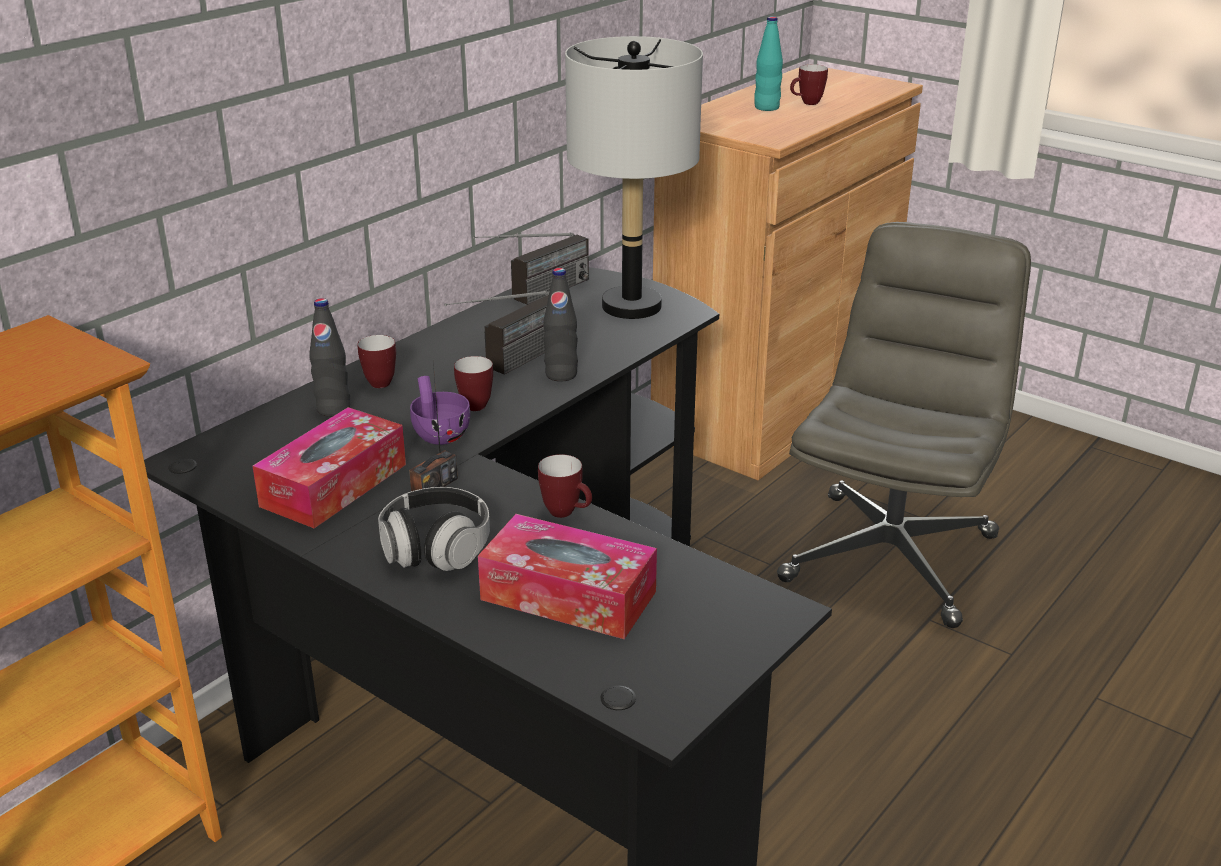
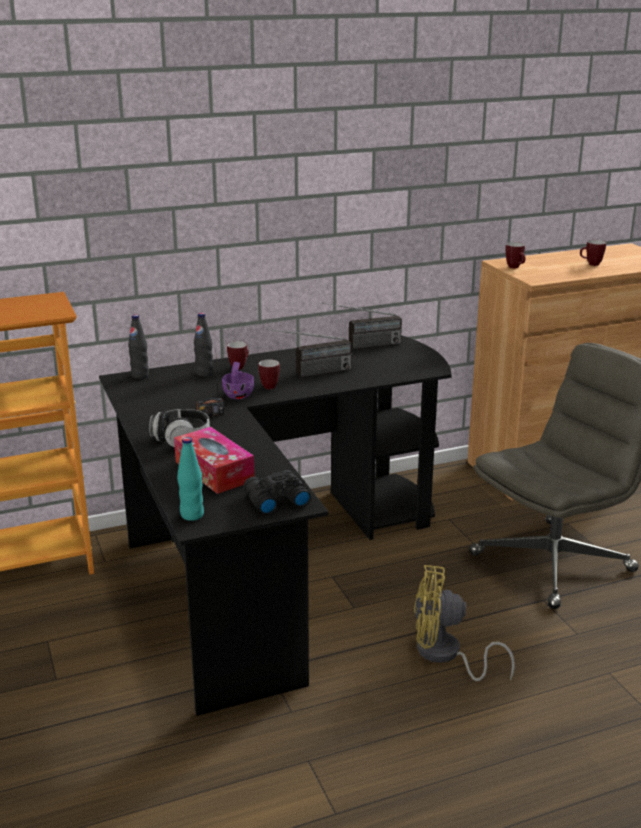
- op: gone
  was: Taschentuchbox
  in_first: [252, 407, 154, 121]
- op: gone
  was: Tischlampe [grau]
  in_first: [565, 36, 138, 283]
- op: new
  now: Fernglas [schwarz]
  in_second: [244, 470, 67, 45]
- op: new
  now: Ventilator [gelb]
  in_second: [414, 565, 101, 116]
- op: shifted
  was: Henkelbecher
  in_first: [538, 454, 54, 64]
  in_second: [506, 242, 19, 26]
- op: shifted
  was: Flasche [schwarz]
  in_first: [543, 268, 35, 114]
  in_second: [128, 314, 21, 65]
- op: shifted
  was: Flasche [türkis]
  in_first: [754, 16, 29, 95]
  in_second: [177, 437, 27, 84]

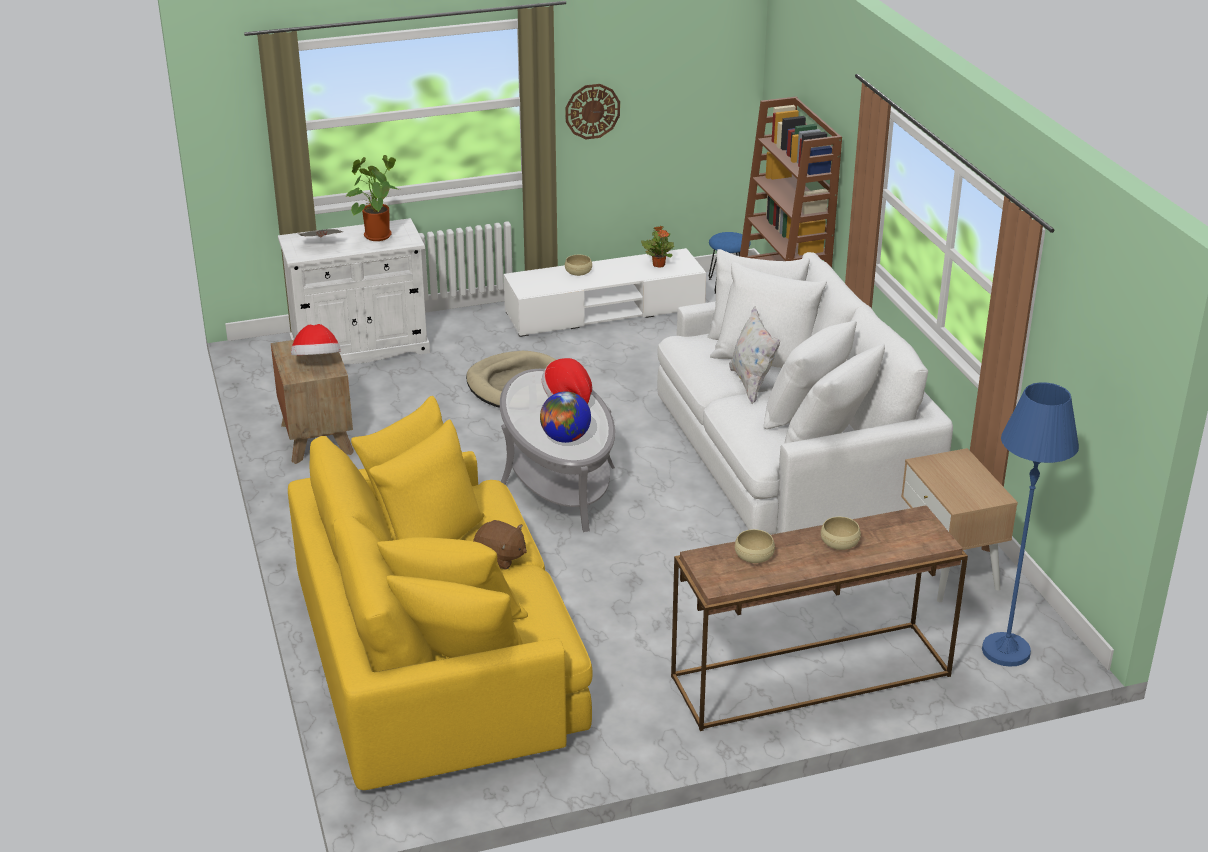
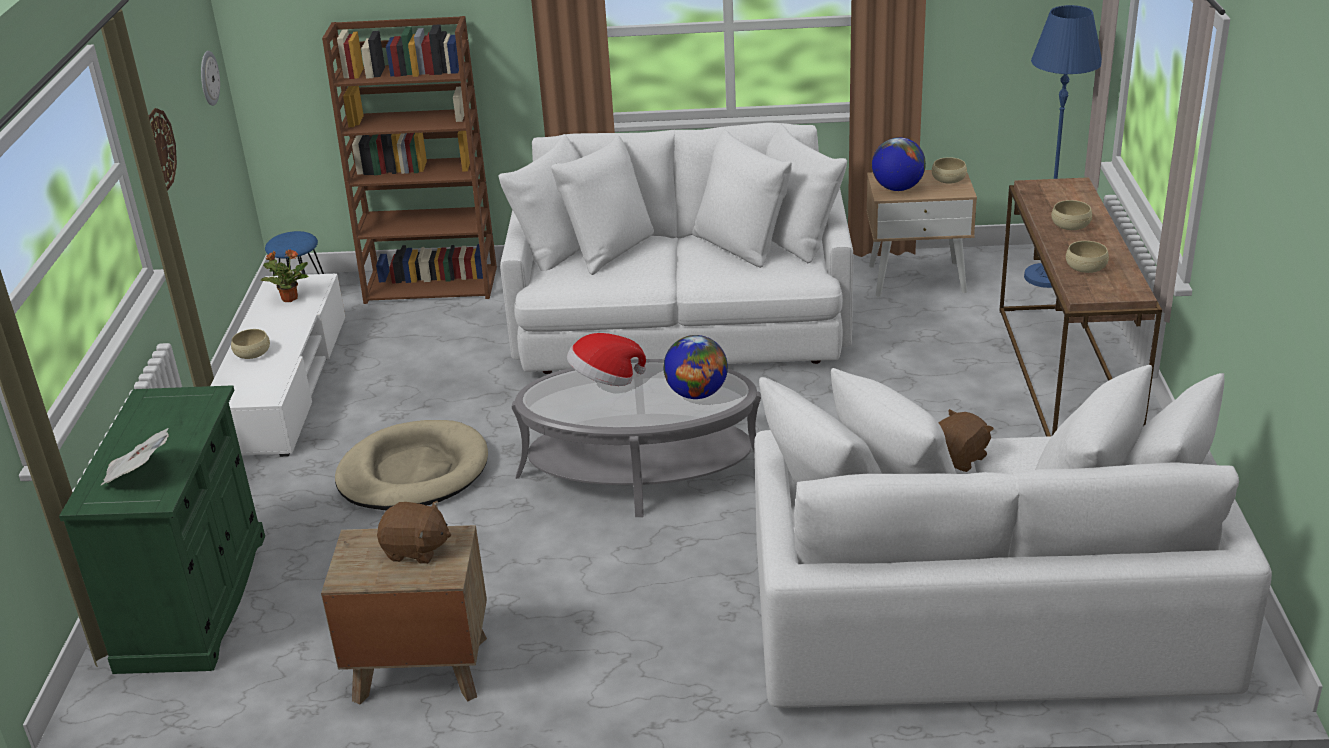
- op: gone
  was: Topfpflanze
  in_first: [345, 155, 55, 86]
- op: gone
  was: Kissen [weiß]
  in_first: [729, 306, 51, 98]
- op: new
  now: Wanduhr
  in_second: [201, 51, 19, 55]
- op: new
  now: Globus
  in_second: [872, 137, 54, 54]
- op: new
  now: Schüssel [beige]
  in_second: [932, 157, 35, 27]
- op: swapped
  was: Hut
  now: Plüschtier [braun]
  in_first: [291, 324, 50, 31]
  in_second: [377, 501, 74, 63]
- op: repainted
  was: Schrank [weiß]
  now: Schrank [grün]
  in_first: [278, 218, 152, 147]
  in_second: [59, 385, 206, 289]
- op: repainted
  was: Sofa [gelb]
  now: Sofa [weiß]
  in_first: [288, 396, 305, 394]
  in_second: [754, 365, 518, 343]

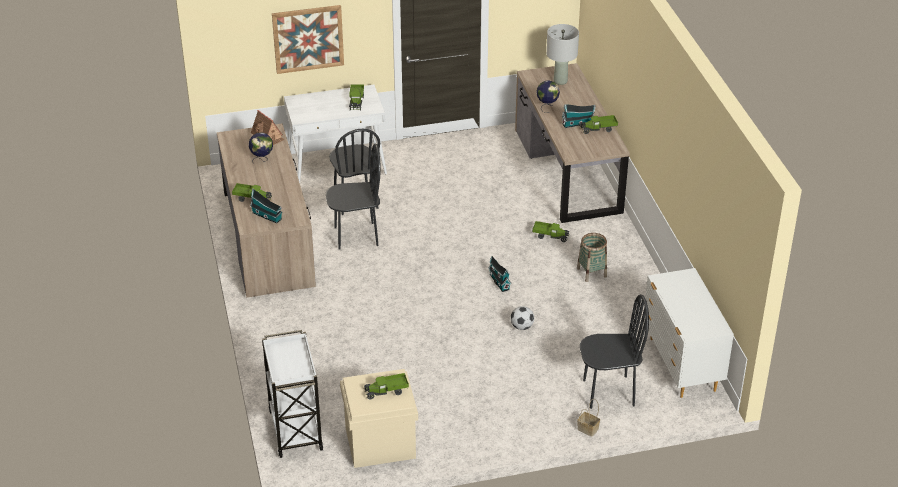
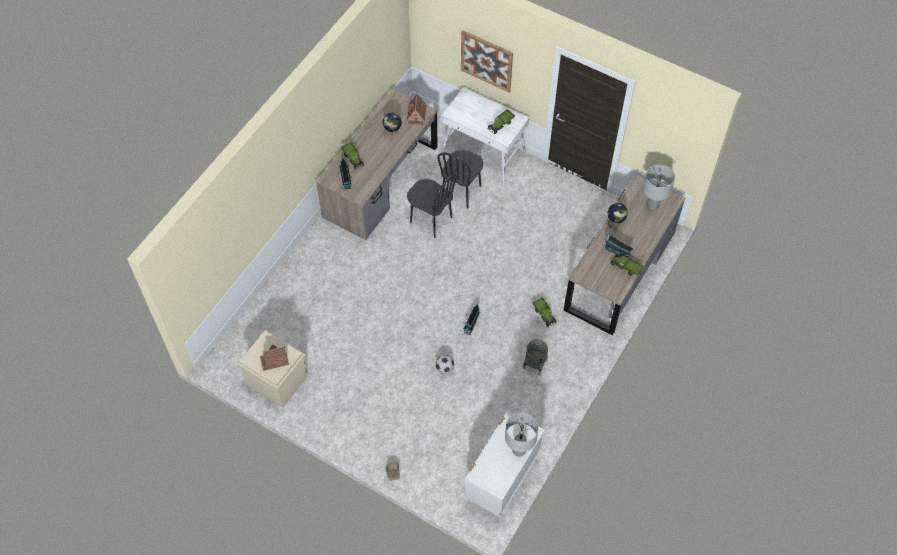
- op: gone
  was: Rollwagen [weiß]
  in_first: [262, 330, 61, 128]
- op: gone
  was: Stuhl [schwarz]
  in_first: [580, 294, 69, 115]
- op: new
  now: Tischlampe [grau]
  in_second: [505, 412, 33, 45]
- op: swapped
  was: Spielzeuglaster
  now: Spielzeughaus
  in_first: [364, 373, 45, 27]
  in_second: [260, 344, 29, 27]

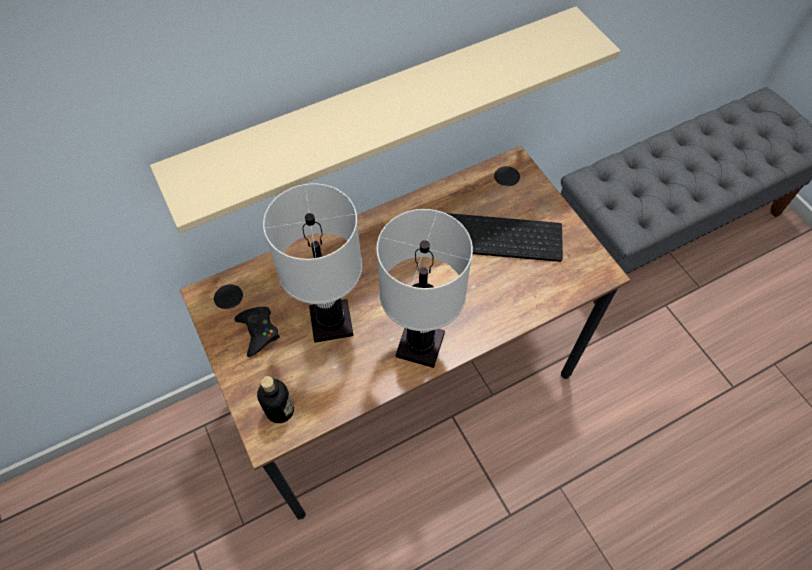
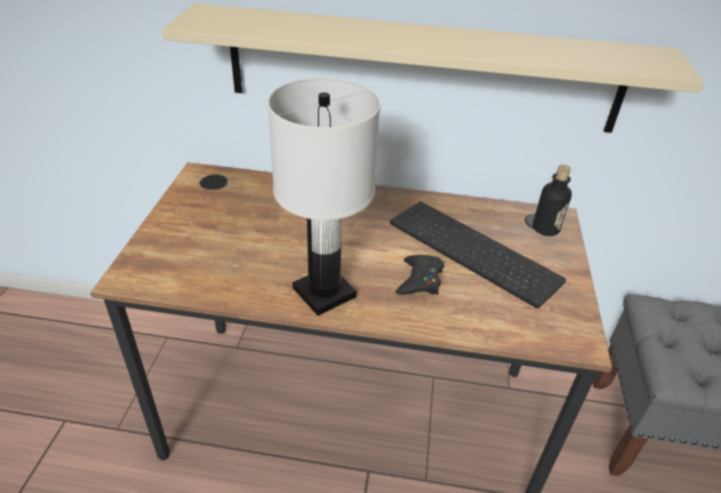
- op: gone
  was: Tischlampe [weiß]
  in_first: [263, 183, 99, 160]
- op: shifted
  was: Gamepad [schwarz]
  in_first: [234, 307, 46, 50]
  in_second: [396, 255, 48, 40]
- op: shifted
  was: Flasche
  in_first: [257, 376, 37, 47]
  in_second: [533, 165, 39, 71]

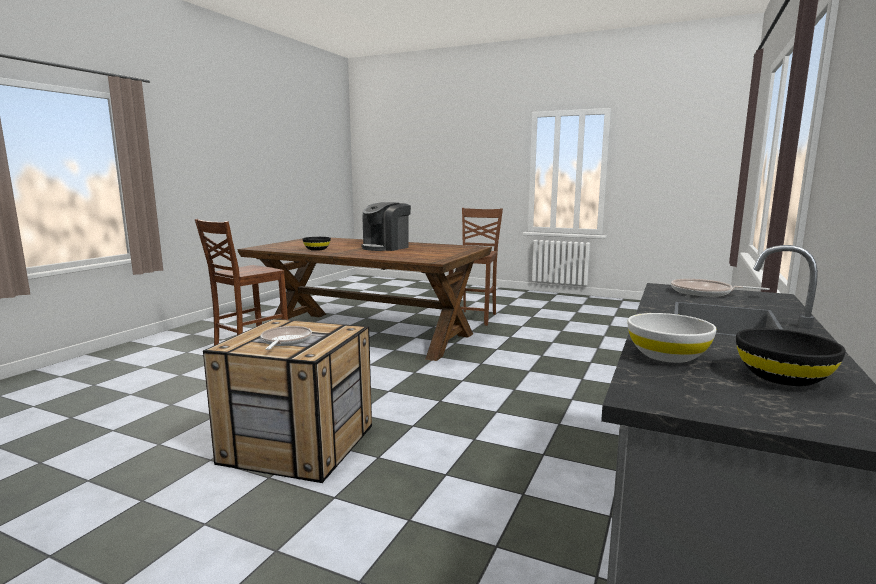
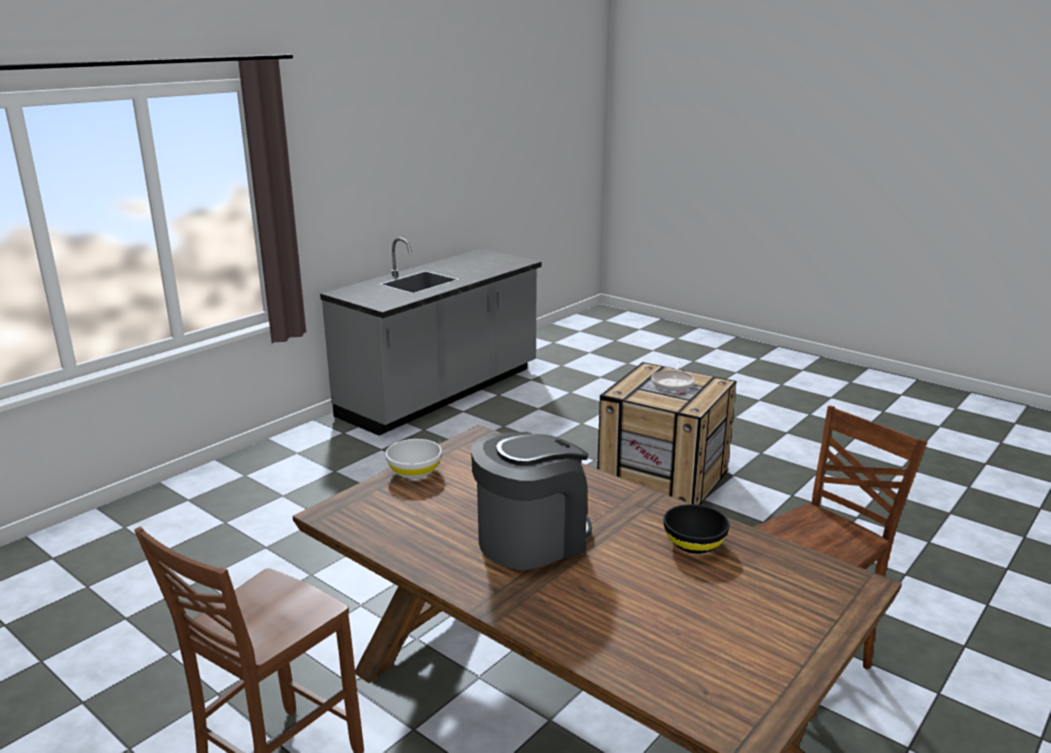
- op: gone
  was: Pfanne
  in_first: [671, 279, 99, 18]
- op: gone
  was: Schüssel [schwarz]
  in_first: [736, 328, 110, 58]
- op: shifted
  was: Schüssel [weiß]
  in_first: [628, 313, 89, 50]
  in_second: [385, 439, 57, 40]

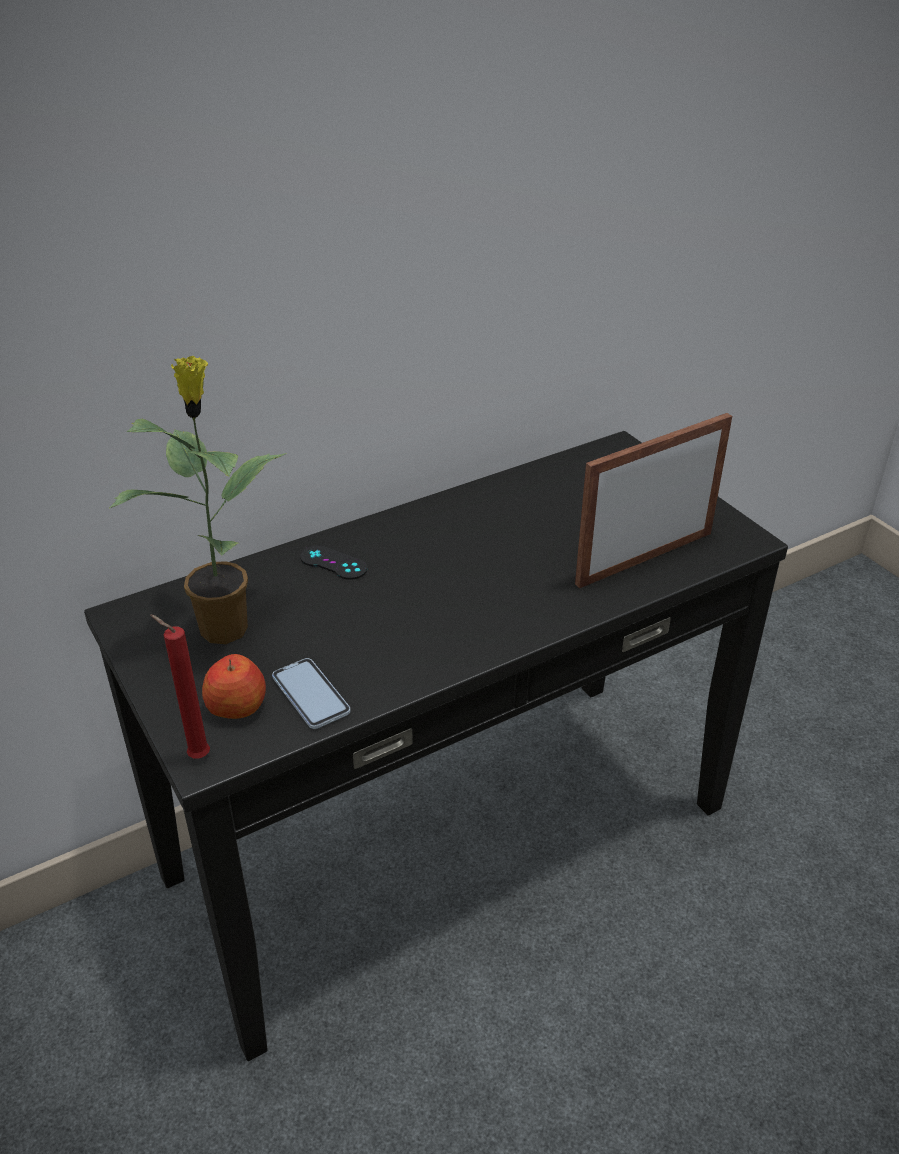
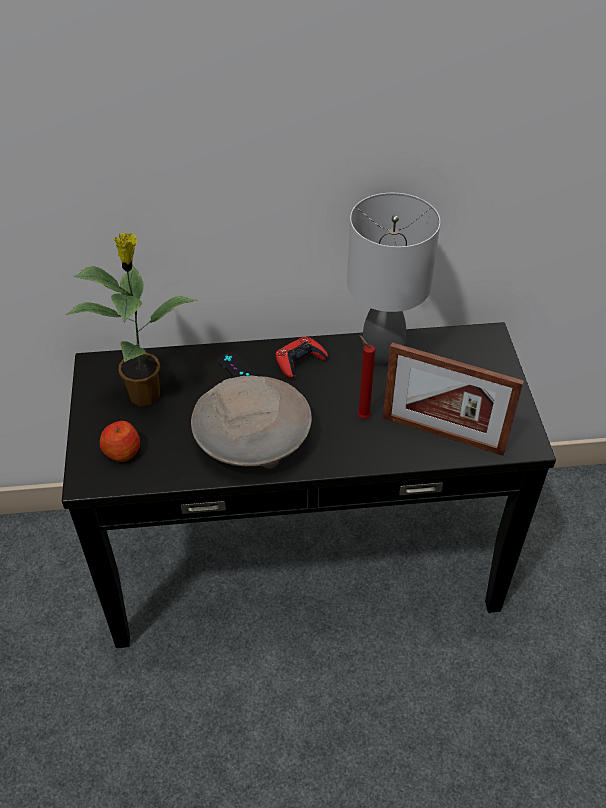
- op: gone
  was: Handy
  in_first: [272, 658, 79, 71]
- op: new
  now: Schüssel [beige]
  in_second: [191, 376, 121, 93]
- op: new
  now: Gamepad [rot]
  in_second: [275, 337, 53, 42]
- op: new
  now: Tischlampe [grau]
  in_second: [347, 193, 93, 173]
- op: shifted
  was: Kerze [rot]
  in_first: [150, 615, 60, 143]
  in_second: [358, 335, 17, 84]
- op: rotated
  was: Bilderrahmen
  in_first: [575, 413, 157, 175]
  in_second: [383, 342, 141, 114]
  clockwise: -150

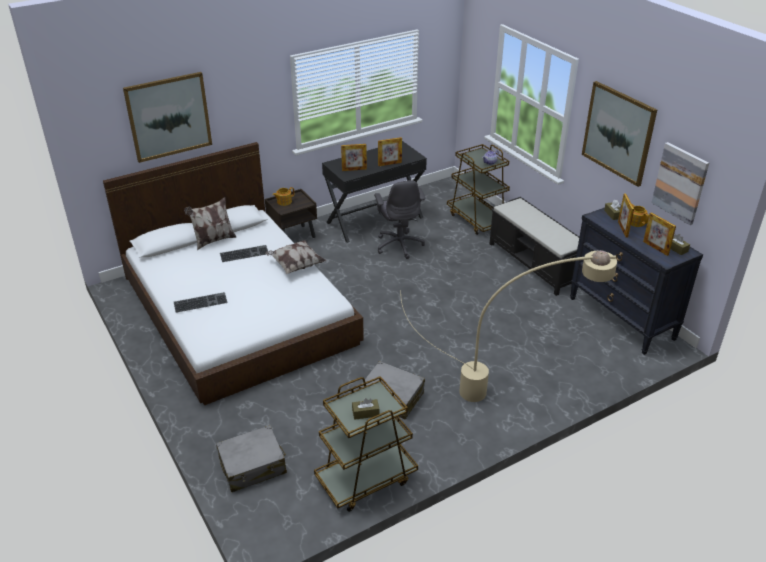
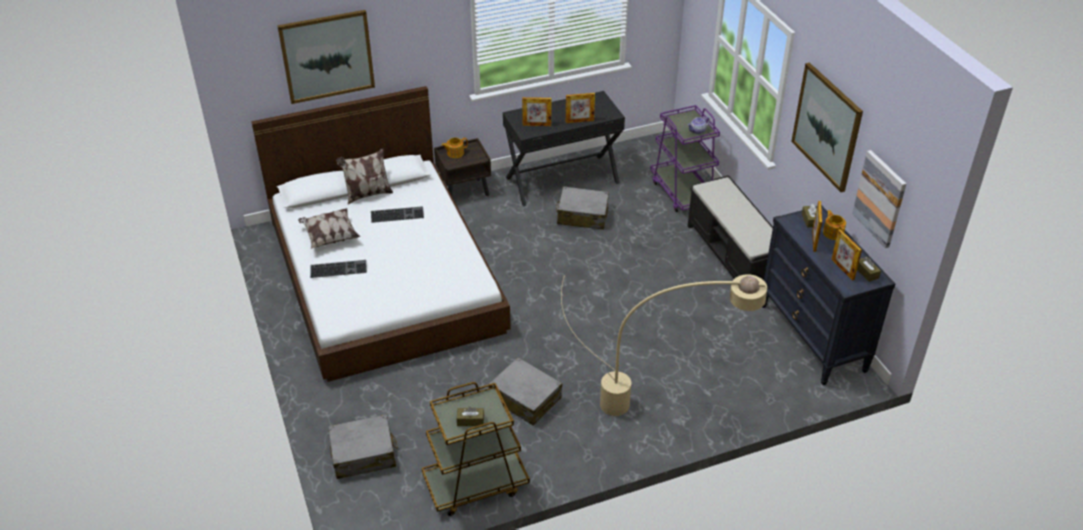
- op: shifted
  was: Kissen
  in_first: [265, 240, 61, 34]
  in_second: [298, 208, 62, 41]
- op: swapped
  was: Bürostuhl [grau]
  now: Koffer [grau]
  in_first: [374, 180, 51, 79]
  in_second: [556, 186, 53, 44]
- op: repainted
  was: Rollwagen [braun]
  now: Rollwagen [lila]
  in_first: [447, 144, 63, 91]
  in_second: [650, 105, 70, 107]

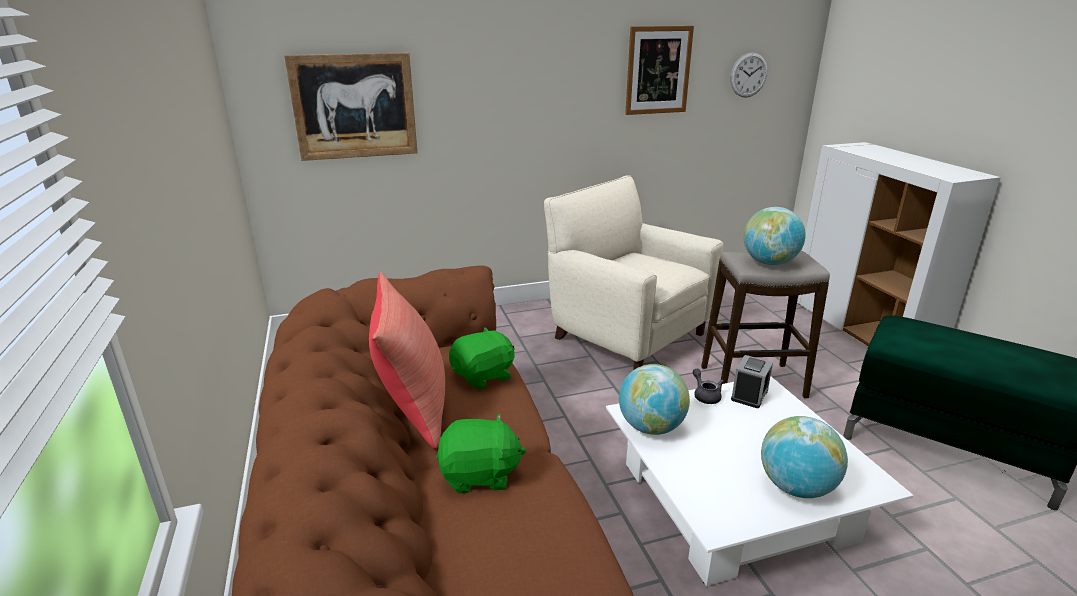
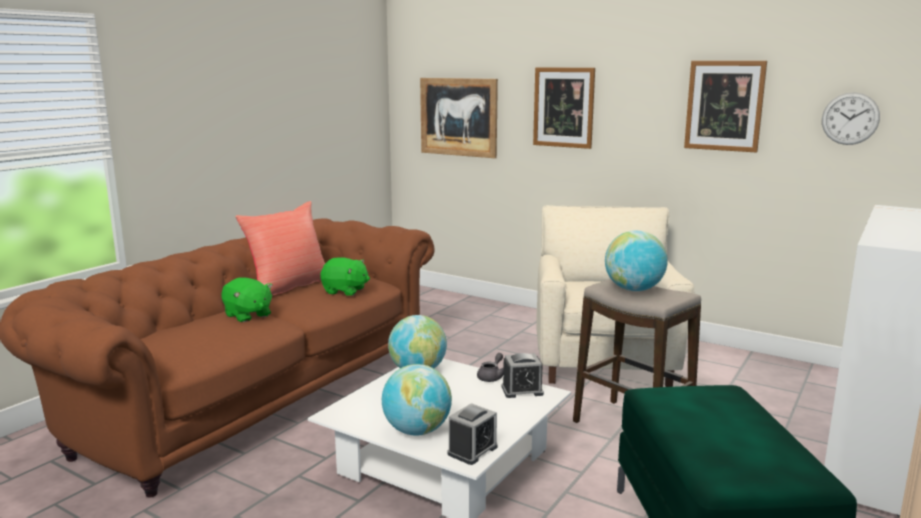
- op: new
  now: Wecker
  in_second: [447, 403, 51, 62]
- op: new
  now: Bild
  in_second: [533, 67, 62, 82]

